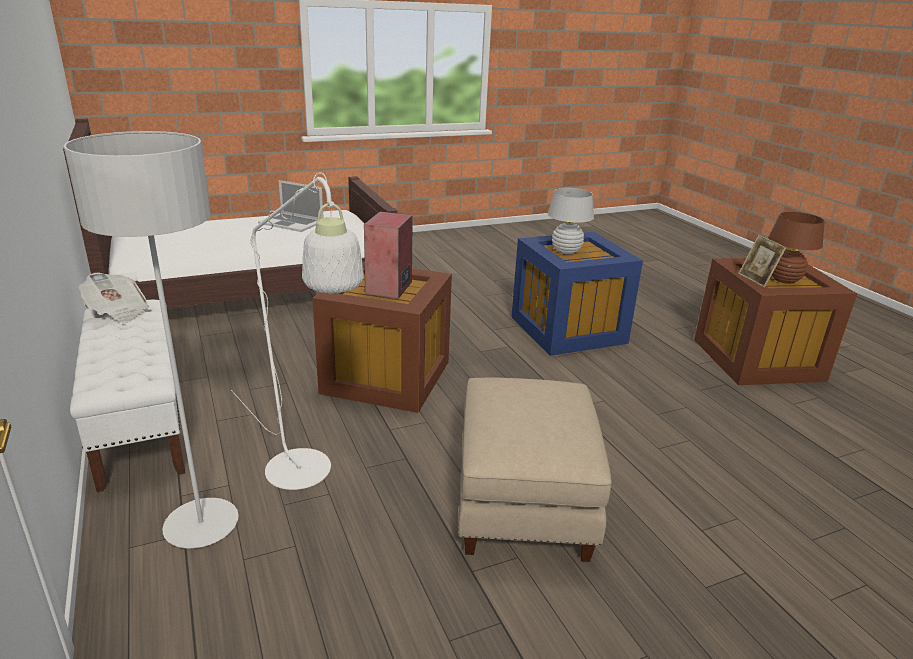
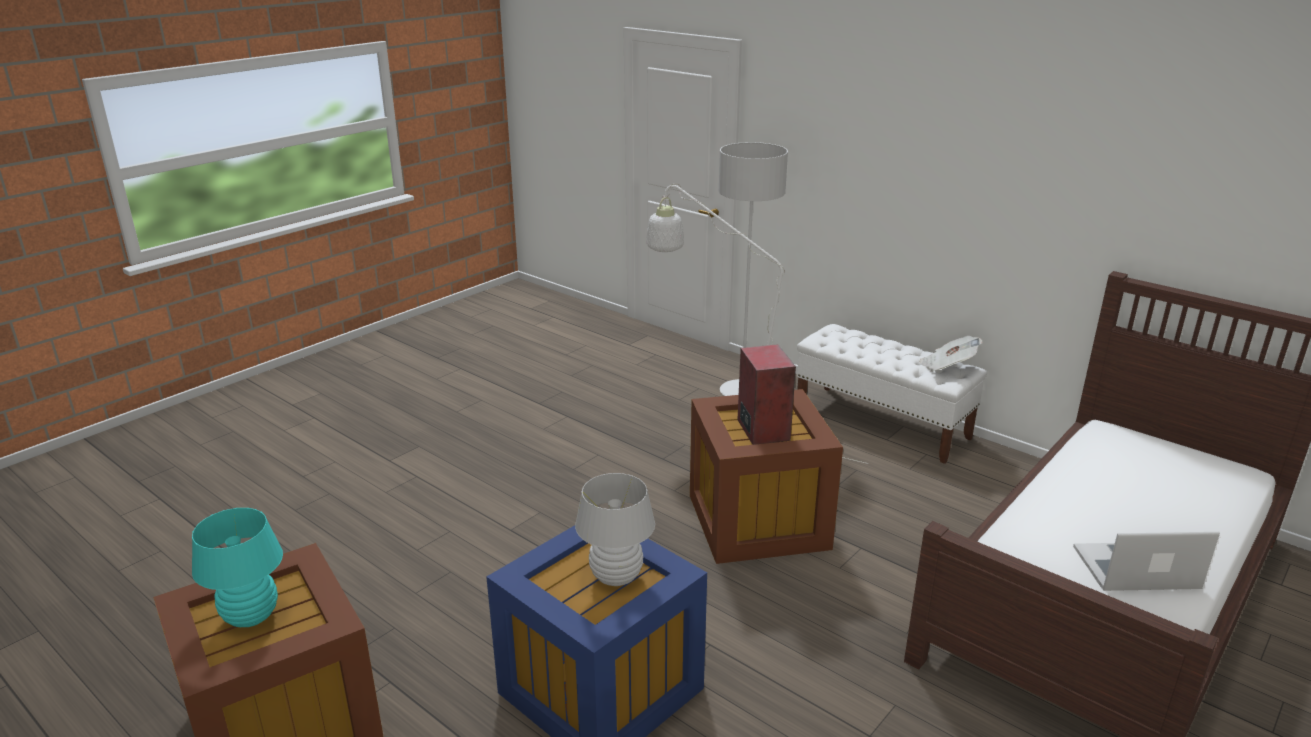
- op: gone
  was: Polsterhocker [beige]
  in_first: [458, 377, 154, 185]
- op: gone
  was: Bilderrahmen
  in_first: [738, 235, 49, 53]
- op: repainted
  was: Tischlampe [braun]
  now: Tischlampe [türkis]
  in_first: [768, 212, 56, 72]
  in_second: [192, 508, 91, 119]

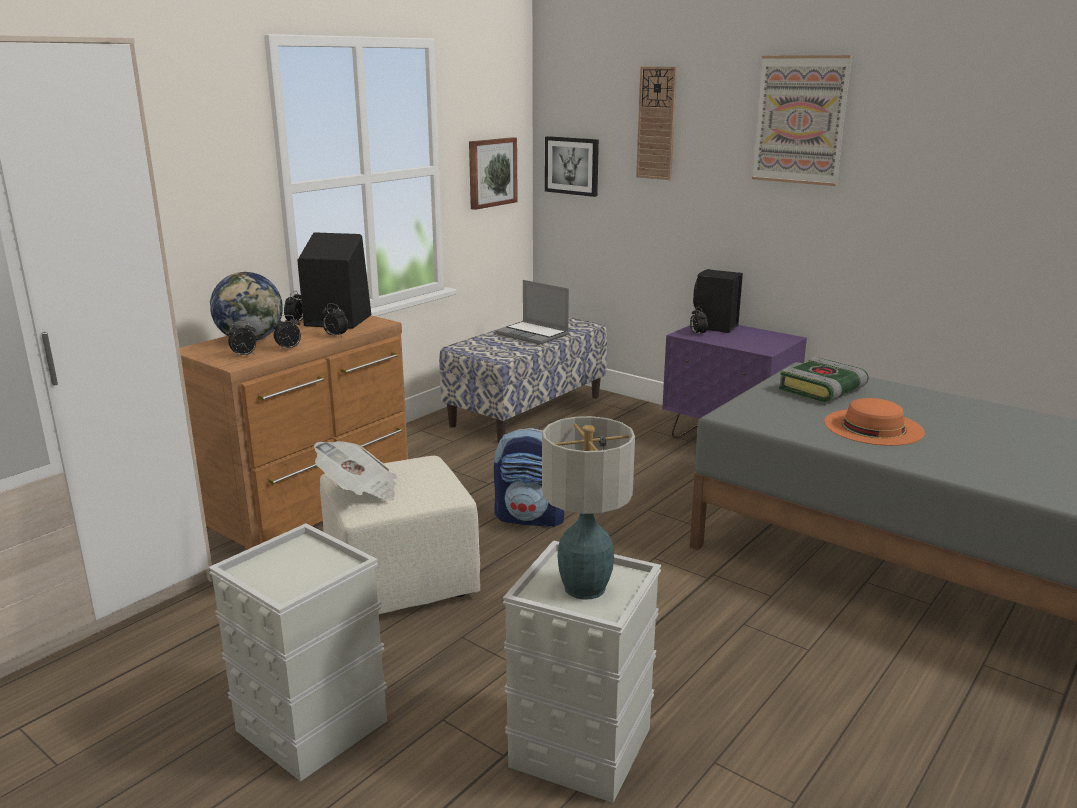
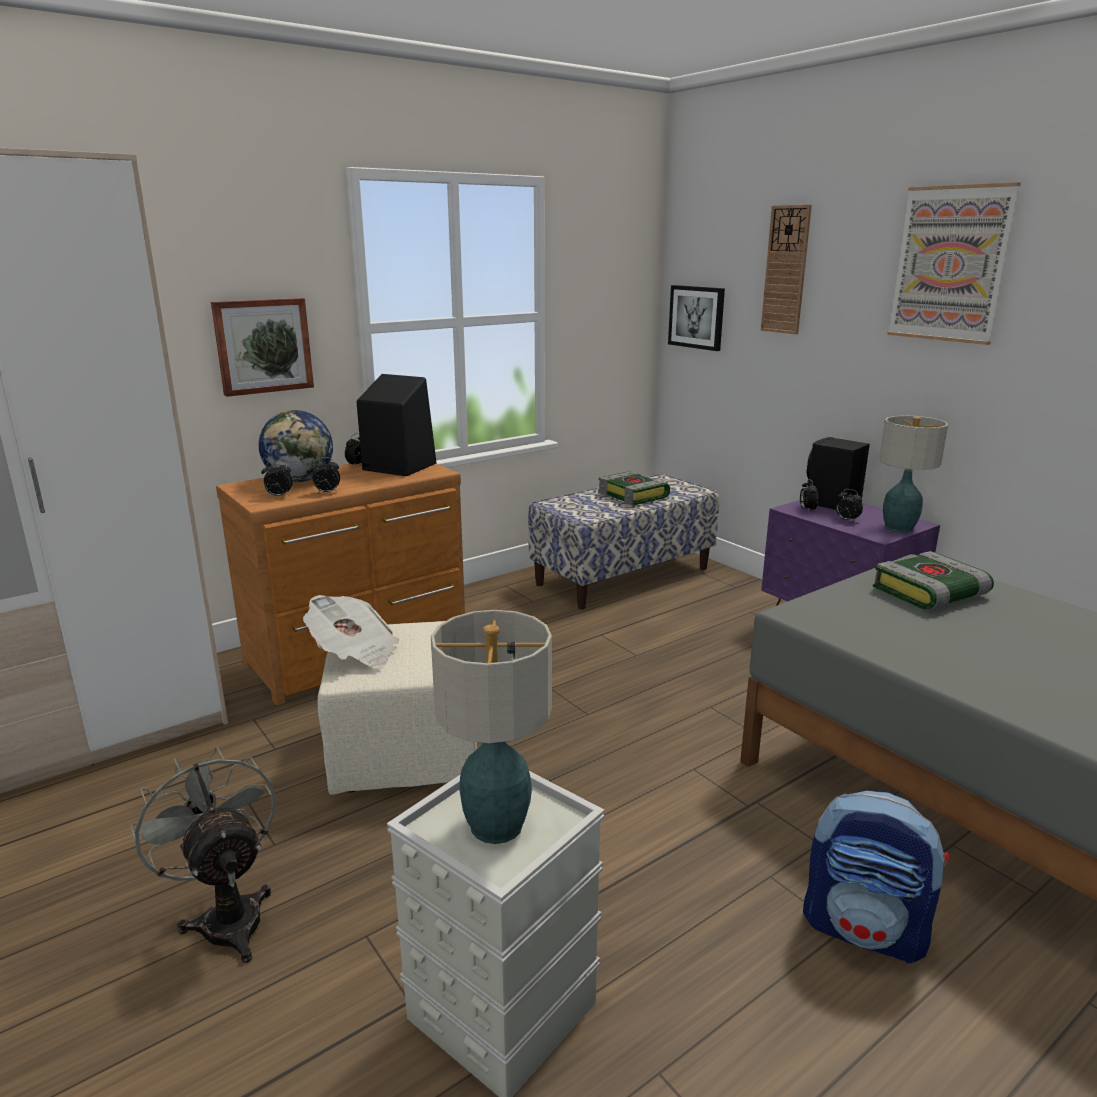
- op: gone
  was: Hut [orange]
  in_first: [824, 398, 101, 48]
- op: new
  now: Tischlampe
  in_second: [879, 415, 69, 118]
- op: shifted
  was: Wecker
  in_first: [322, 303, 26, 34]
  in_second: [836, 489, 27, 33]
- op: shifted
  was: Bild
  in_first: [469, 137, 49, 73]
  in_second: [211, 298, 103, 99]
- op: shifted
  was: Rucksack
  in_first: [494, 428, 70, 99]
  in_second: [803, 791, 146, 172]
- op: swapped
  was: Aufbewahrungsbox [grau]
  now: Ventilator [grau]
  in_first: [209, 523, 178, 258]
  in_second: [131, 747, 144, 216]
- op: swapped
  was: Laptop
  now: Buch
  in_first: [495, 280, 74, 65]
  in_second: [598, 471, 72, 34]

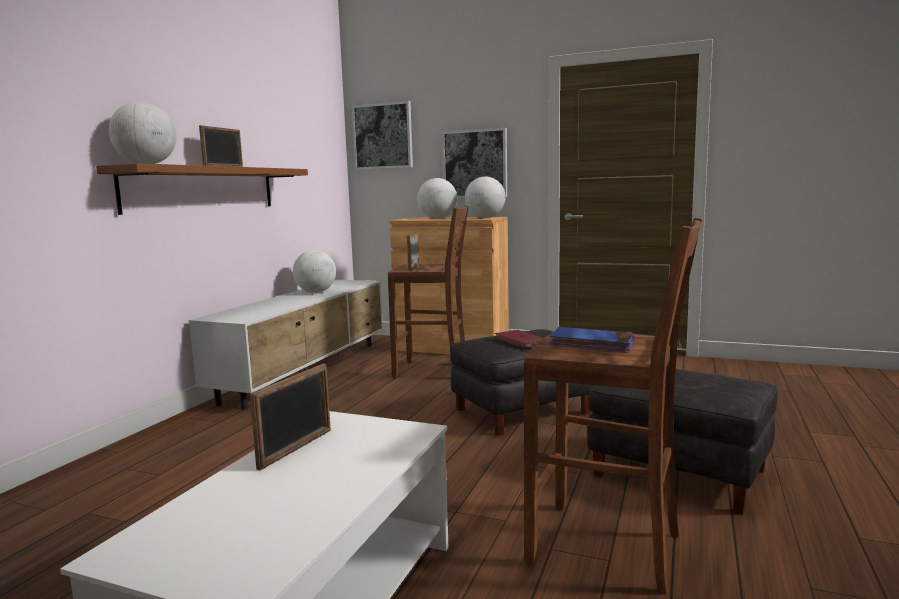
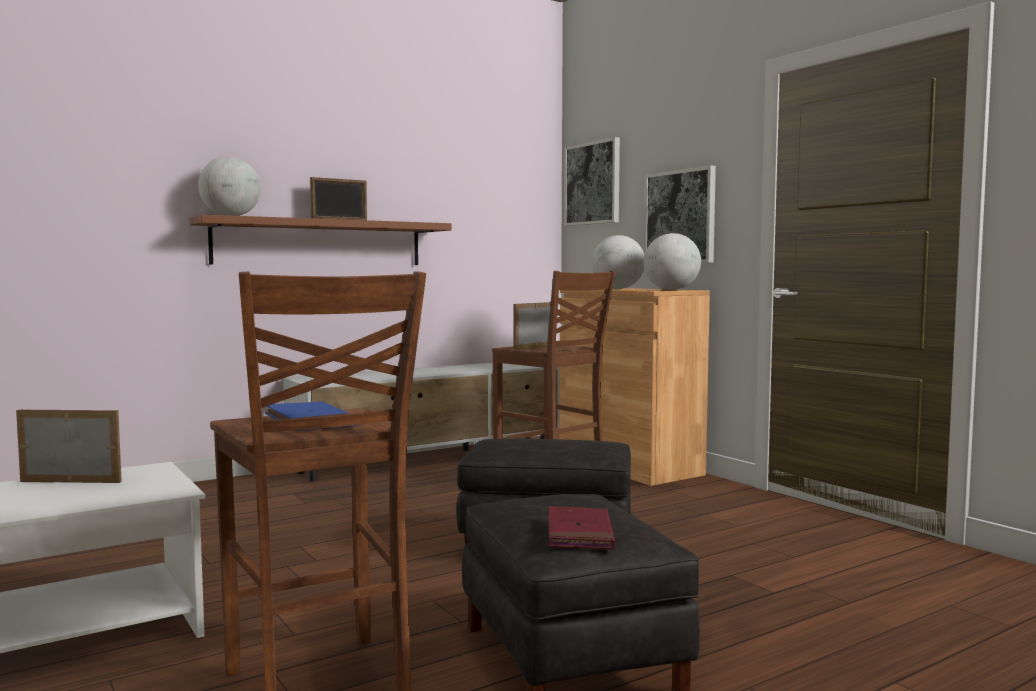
- op: gone
  was: Globus
  in_first: [293, 250, 43, 43]
- op: shifted
  was: Buch [rot]
  in_first: [494, 330, 49, 18]
  in_second: [548, 506, 67, 44]
- op: rotated
  was: Bilderrahmen
  in_first: [250, 364, 81, 107]
  in_second: [16, 410, 106, 73]
  clockwise: -150

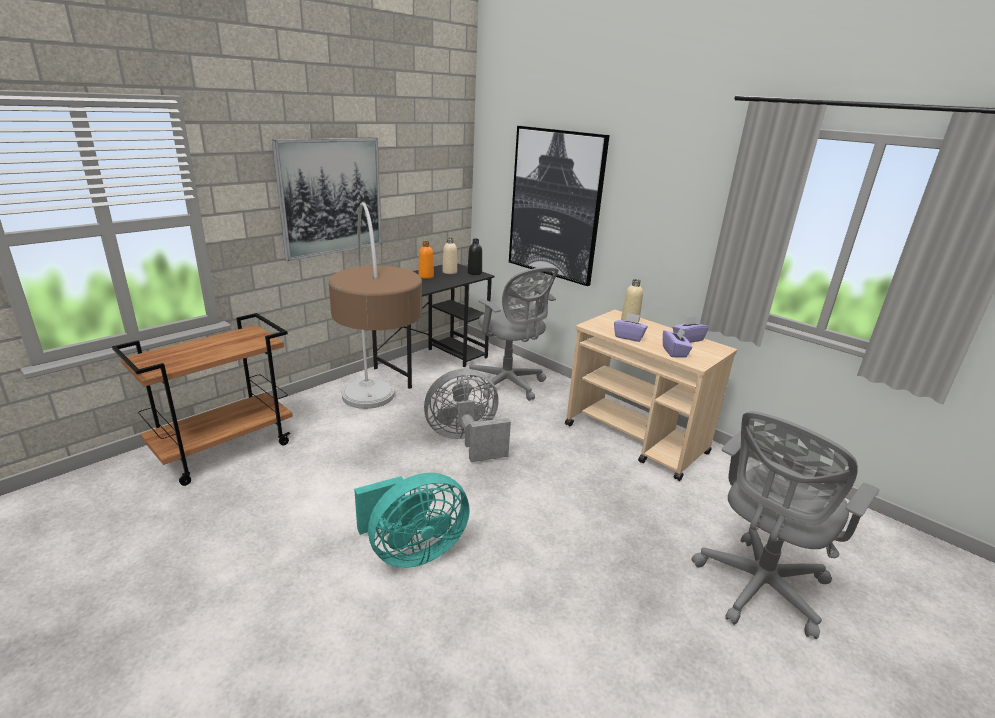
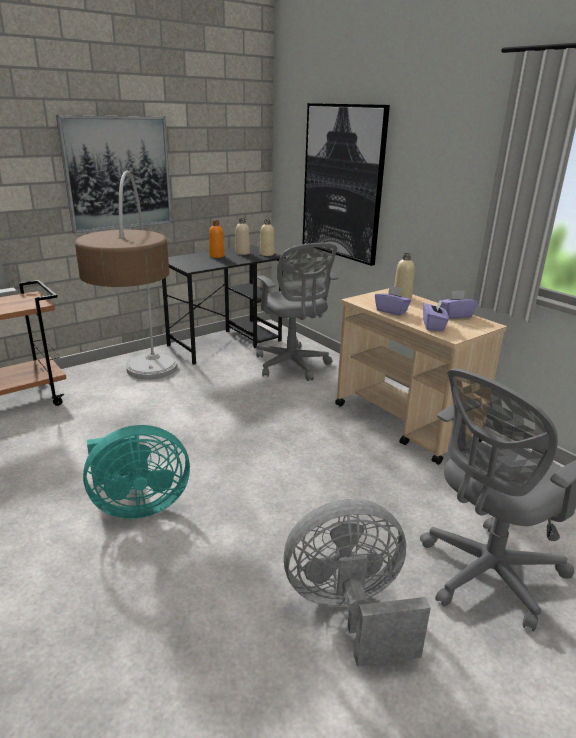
- op: shifted
  was: Ventilator [grau]
  in_first: [424, 369, 87, 93]
  in_second: [284, 499, 147, 168]
- op: repainted
  was: Flasche [schwarz]
  now: Flasche [beige]
  in_first: [467, 239, 15, 36]
  in_second: [260, 219, 14, 37]

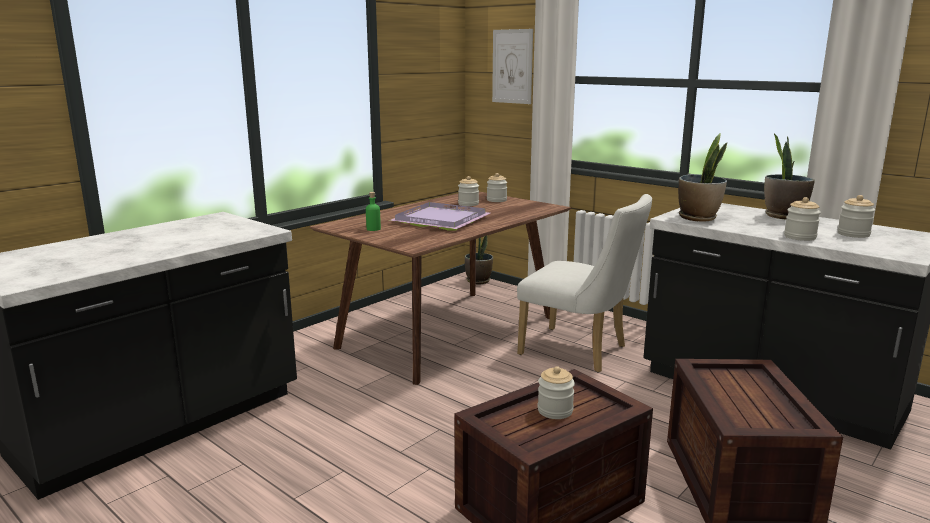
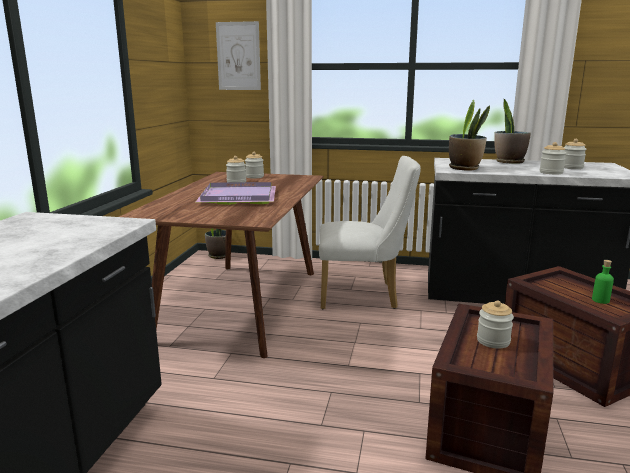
- op: shifted
  was: Flasche [grün]
  in_first: [366, 192, 15, 39]
  in_second: [592, 260, 22, 44]

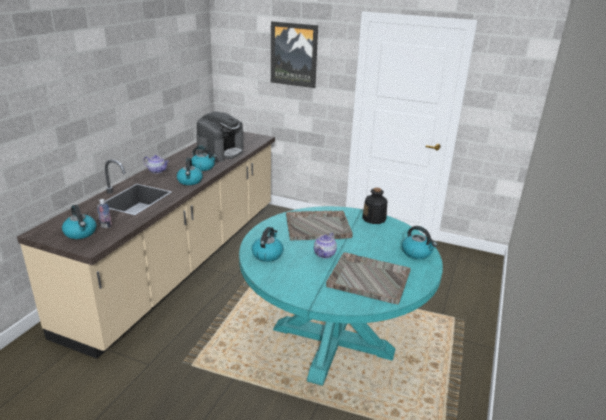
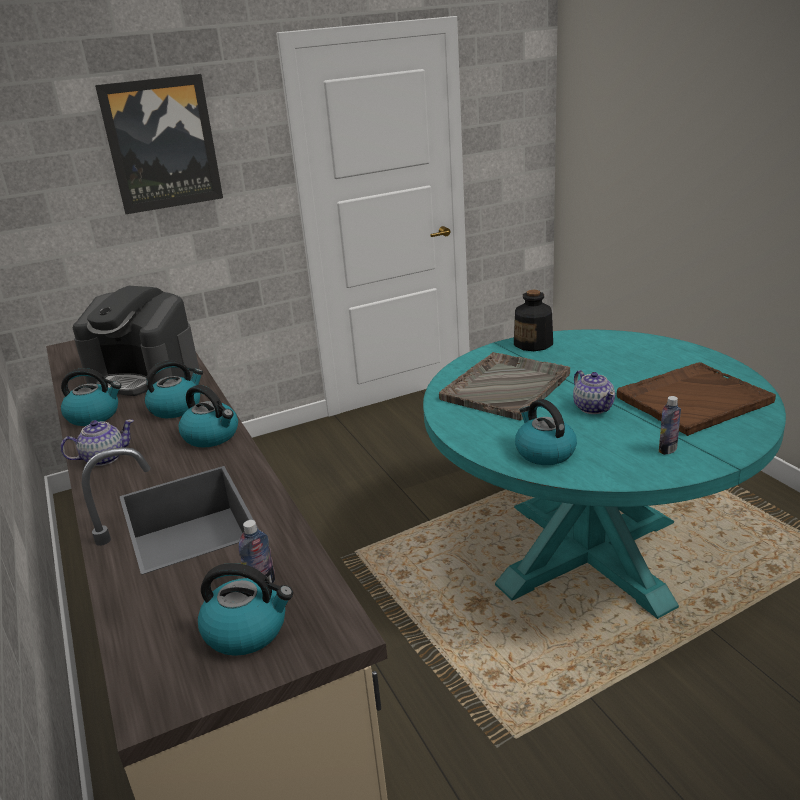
- op: new
  now: Flasche
  in_second: [659, 396, 22, 59]
- op: shifted
  was: Wasserkessel
  in_first: [402, 226, 35, 33]
  in_second: [61, 368, 60, 58]
- op: repainted
  was: Tablett [grau]
  now: Tablett [braun]
  in_first: [326, 252, 85, 53]
  in_second: [617, 362, 159, 74]
- op: rotated
  was: Kaffeemaschine
  in_first: [196, 112, 47, 50]
  in_second: [73, 286, 126, 110]
  clockwise: 135

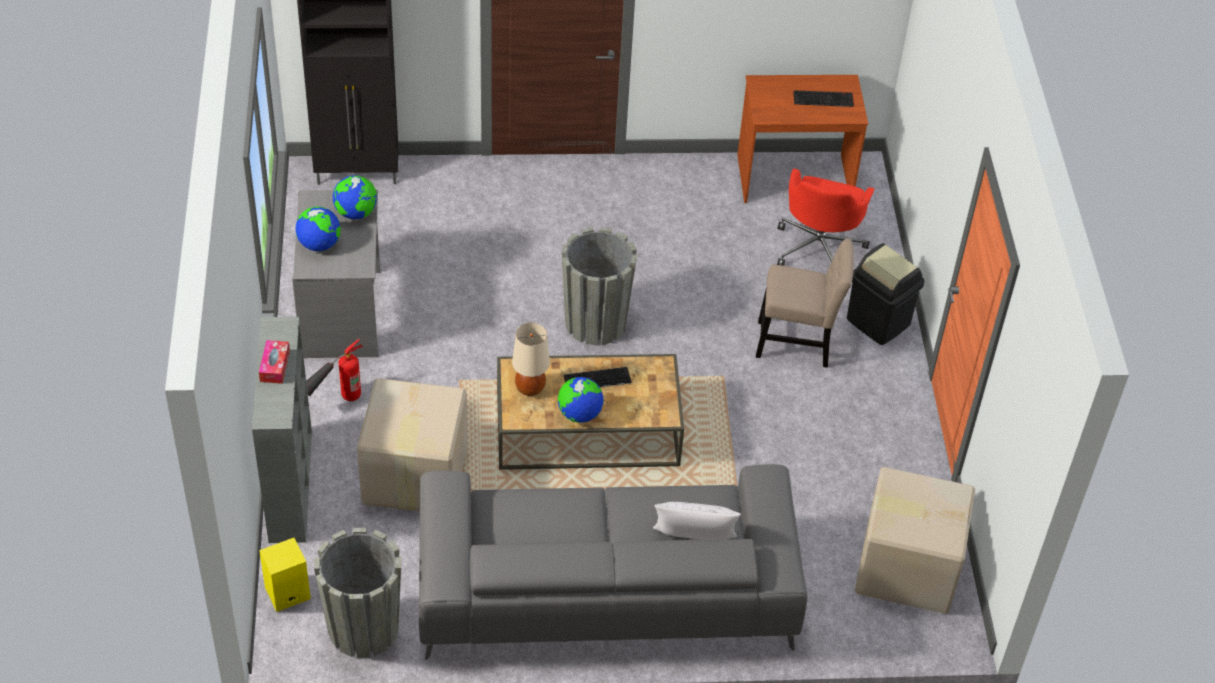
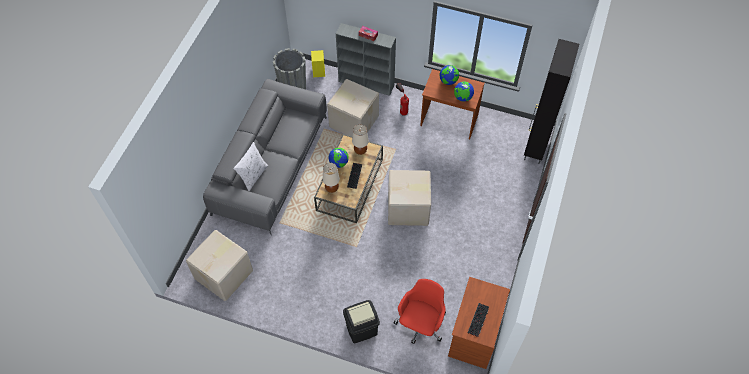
- op: gone
  was: Stuhl [beige]
  in_first: [756, 238, 98, 130]
- op: new
  now: Tischlampe [beige]
  in_second: [323, 163, 17, 30]
- op: swapped
  was: Pflanzkübel [grau]
  now: Karton
  in_first: [562, 227, 75, 118]
  in_second: [388, 170, 43, 56]
- op: repainted
  was: Schreibtisch [grau]
  now: Schreibtisch [braun]
  in_first: [292, 190, 88, 168]
  in_second: [420, 69, 64, 71]
- op: rotated
  was: Bürostuhl [rot]
  in_first: [777, 168, 98, 98]
  in_second: [394, 279, 52, 65]
  clockwise: 75

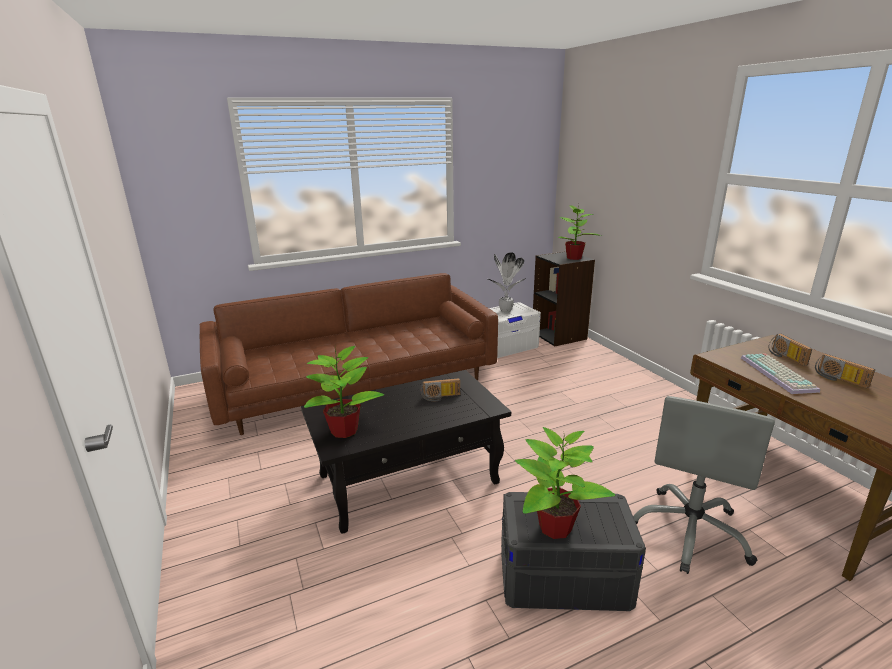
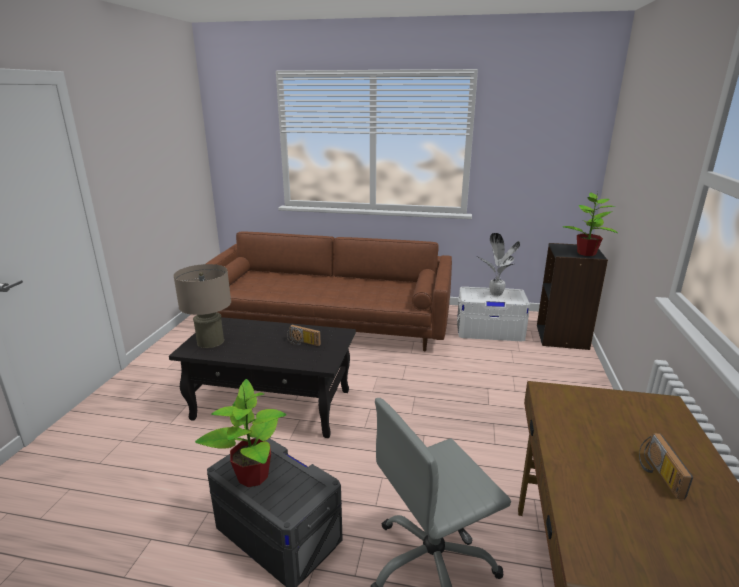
- op: gone
  was: Tastatur
  in_first: [741, 353, 79, 41]
- op: gone
  was: Radio
  in_first: [769, 334, 43, 32]
- op: swapped
  was: Topfpflanze
  now: Tischlampe [beige]
  in_first: [304, 344, 80, 94]
  in_second: [174, 264, 57, 84]

